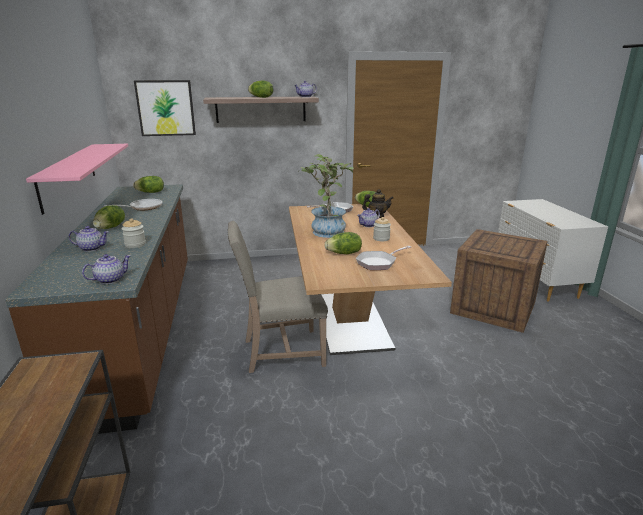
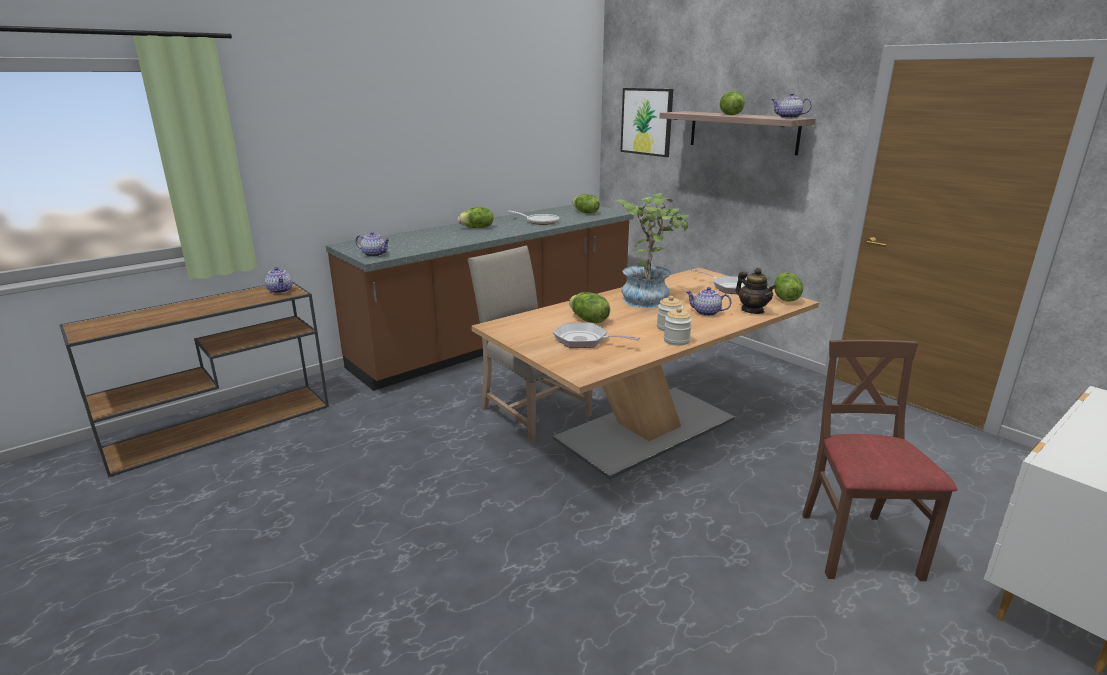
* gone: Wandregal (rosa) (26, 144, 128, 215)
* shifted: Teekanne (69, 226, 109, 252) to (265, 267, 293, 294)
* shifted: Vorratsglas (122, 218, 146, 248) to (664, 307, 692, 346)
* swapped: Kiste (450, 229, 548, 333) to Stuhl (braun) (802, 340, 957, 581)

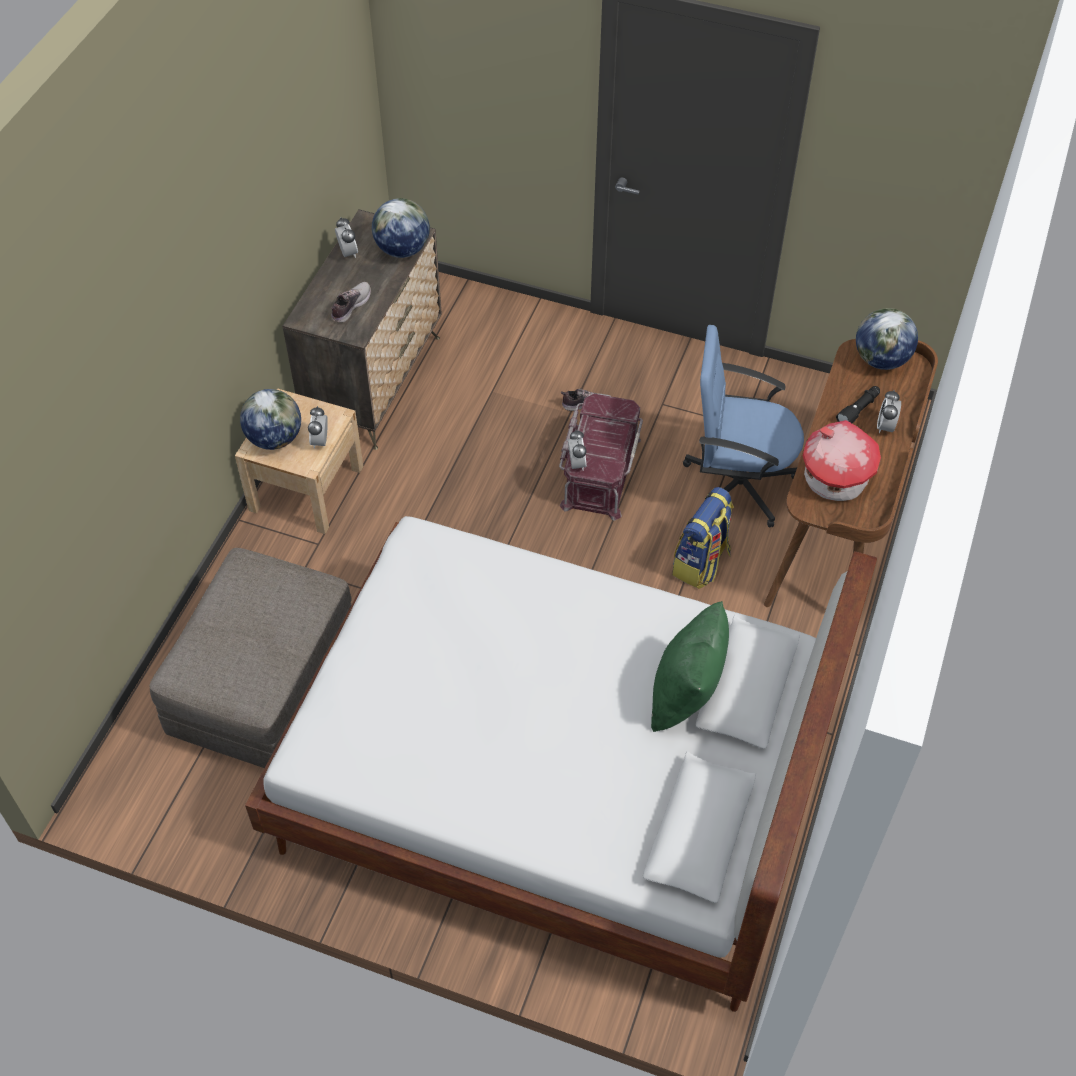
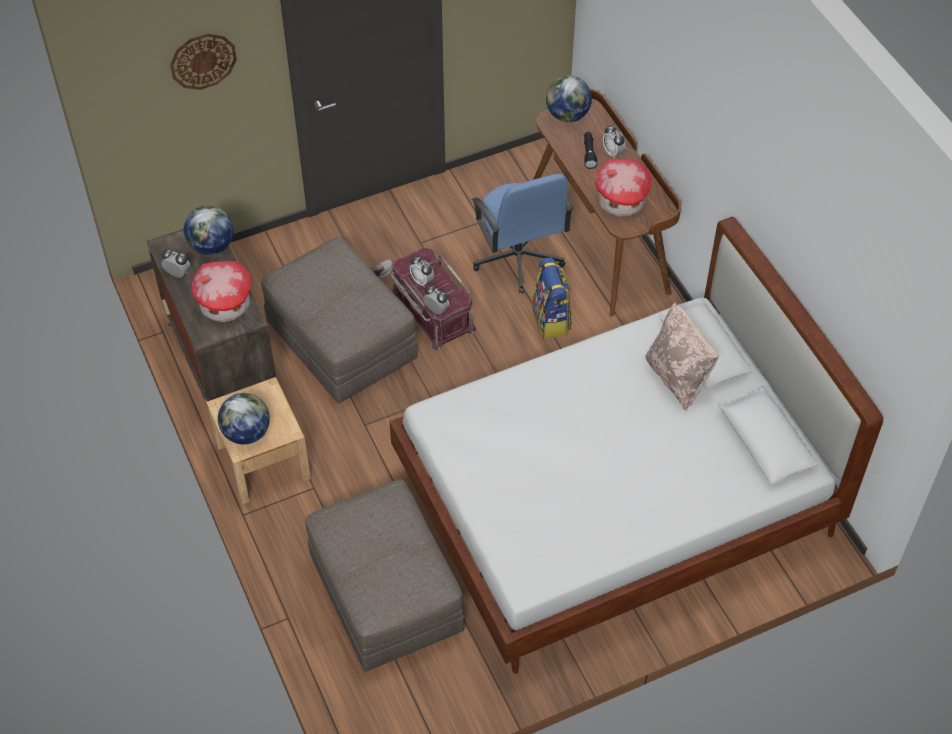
* new: Wanduhr (170, 34, 237, 90)
* new: Polsterhocker (grau) (261, 237, 418, 404)
* shifted: Wecker (308, 406, 328, 449) to (410, 256, 434, 287)
* swapped: Schuh (331, 282, 371, 323) to Spielzeughaus (191, 261, 251, 322)
* repainted: Kissen (grün) (651, 601, 729, 732) to Kissen (beige) (645, 303, 719, 411)
* rotated: Bürostuhl (blau) (683, 325, 804, 528) = (472, 173, 573, 293) 75 degrees counterclockwise

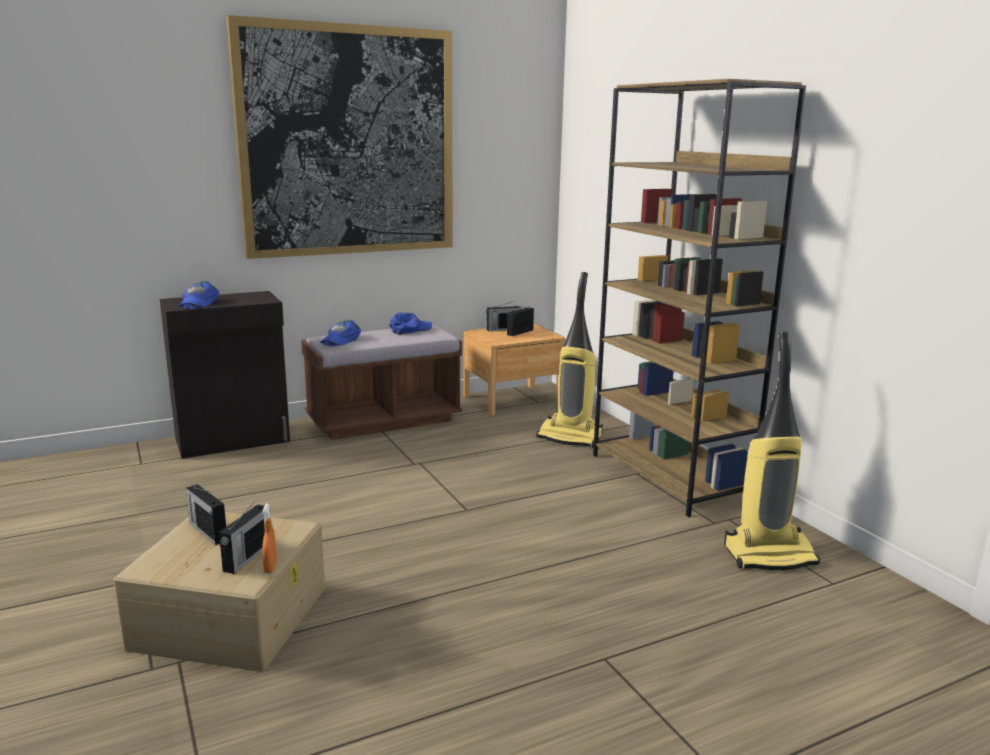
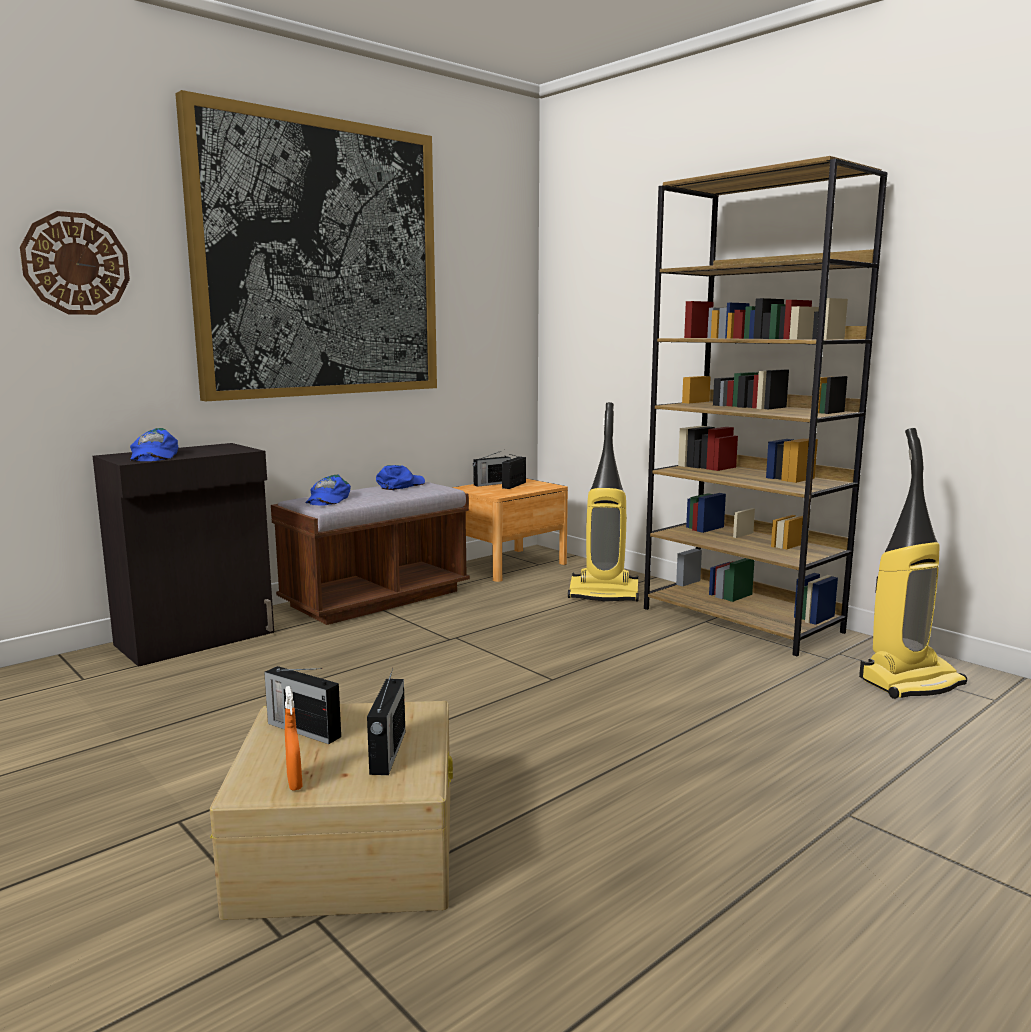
* new: Wanduhr (20, 211, 130, 315)
* shifted: Sprühflasche (orange) (262, 504, 277, 573) to (285, 686, 303, 791)

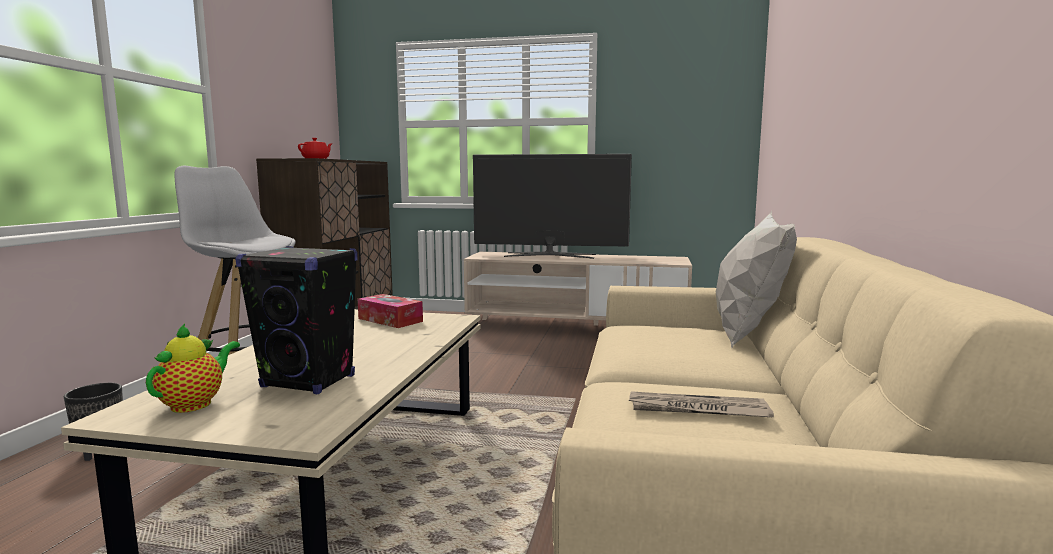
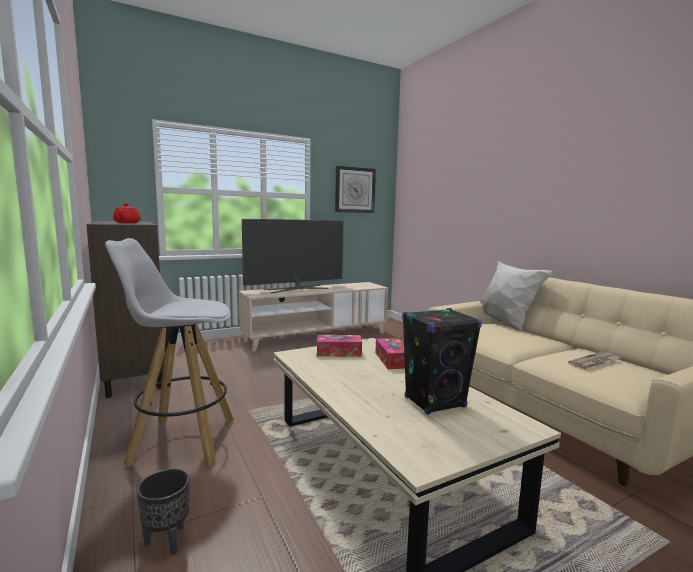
* gone: Teekanne (146, 323, 240, 413)
* new: Wanduhr (335, 166, 376, 213)
* new: Taschentuchbox (375, 338, 405, 369)

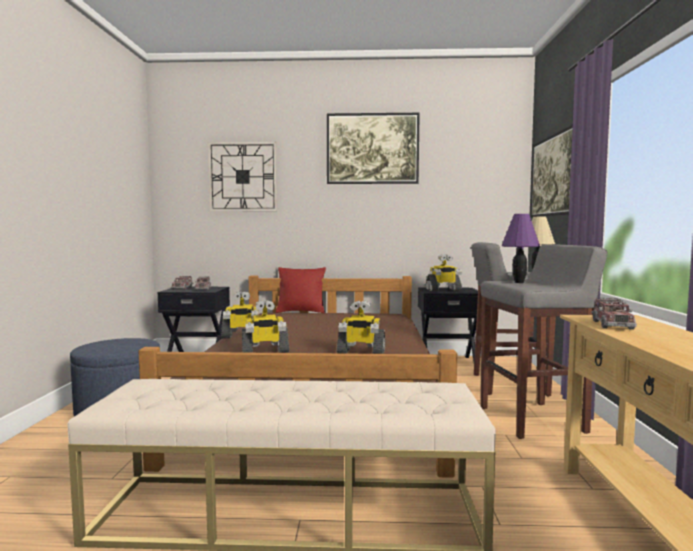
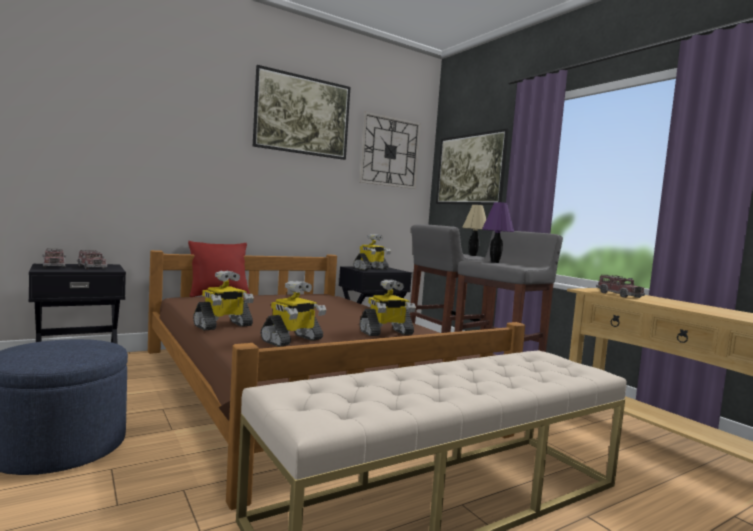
* shifted: Wanduhr (208, 142, 277, 211) to (359, 112, 421, 189)

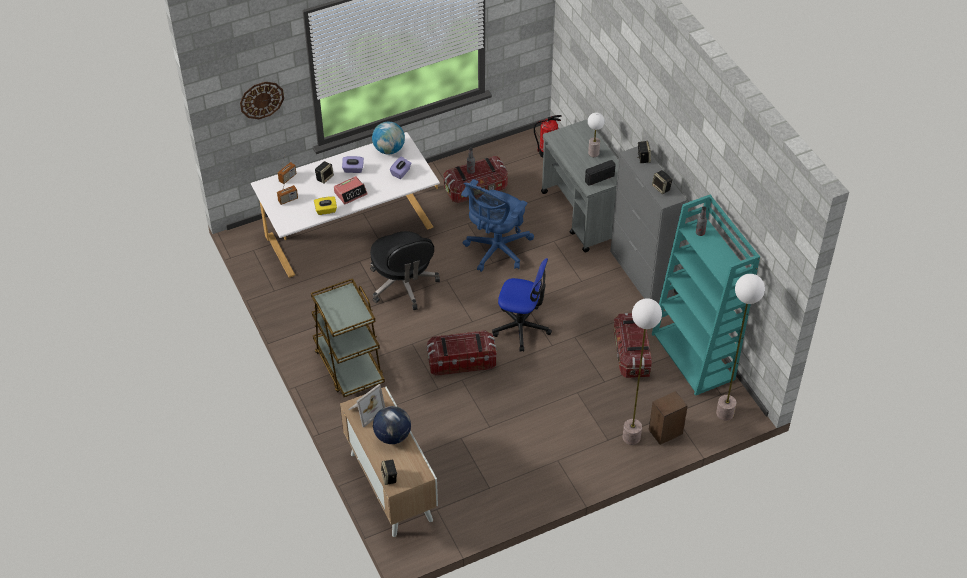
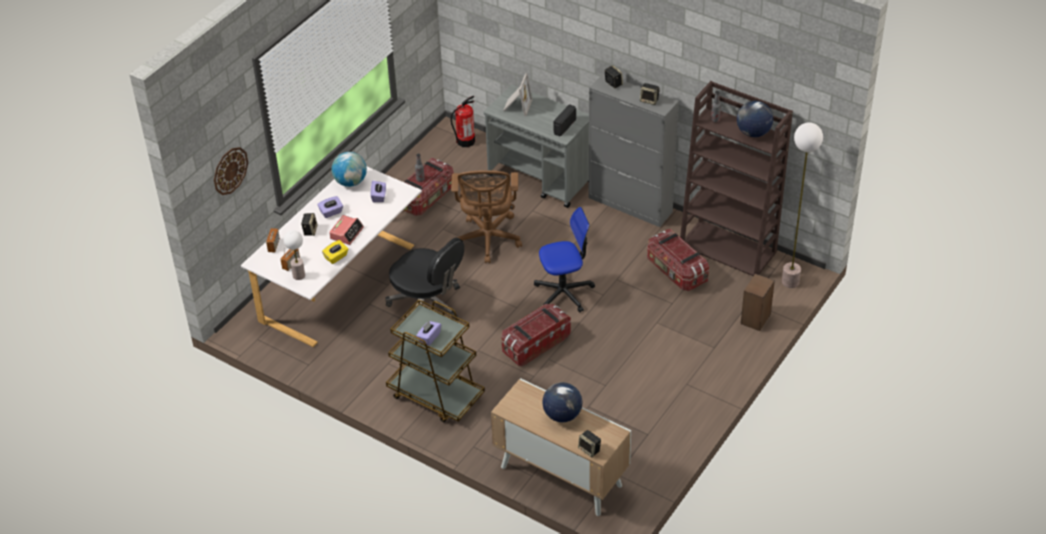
* gone: Stehlampe (623, 298, 662, 445)
* new: Taschentuchbox (lila) (416, 321, 441, 345)
* new: Globus (737, 101, 773, 137)
* shifted: Bilderrahmen (348, 384, 385, 427) to (503, 73, 532, 117)
* shifted: Tischlampe (588, 113, 605, 157) to (284, 230, 305, 280)
* repainted: Bürostuhl (blau) (461, 179, 534, 272) to Bürostuhl (braun) (451, 170, 522, 263)
* repainted: Bücherregal (türkis) (652, 194, 760, 396) to Bücherregal (braun) (680, 81, 793, 276)

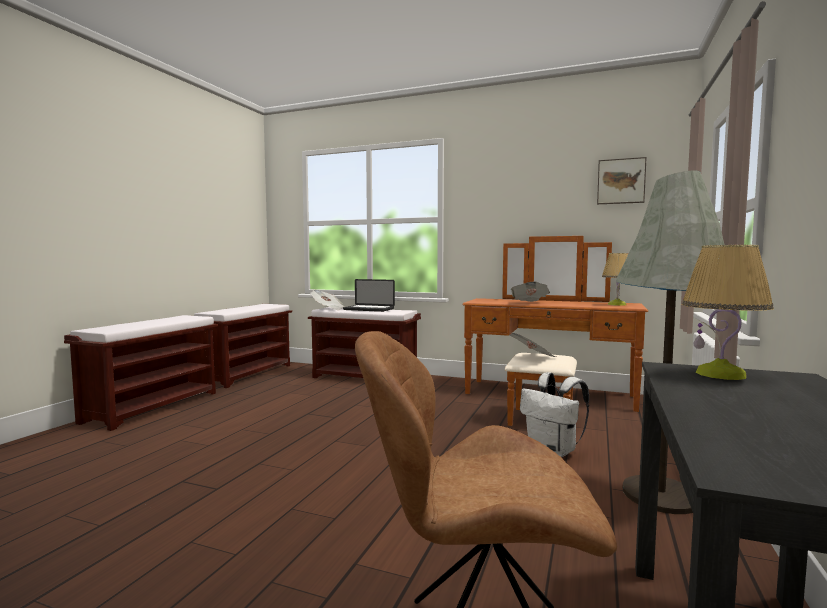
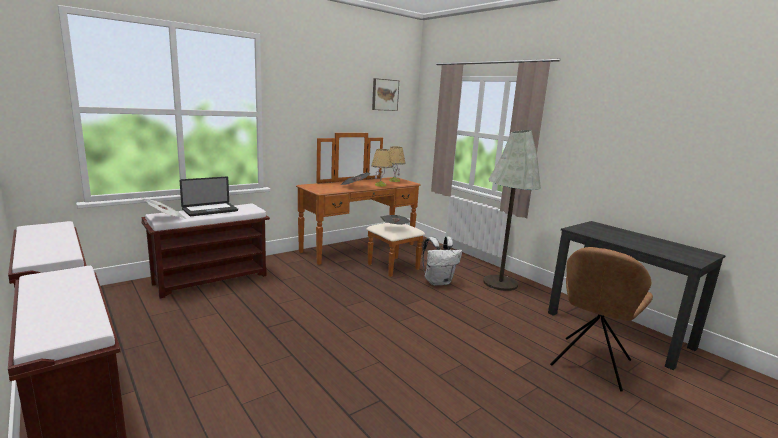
* shifted: Tischlampe (682, 245, 774, 380) to (371, 149, 392, 187)

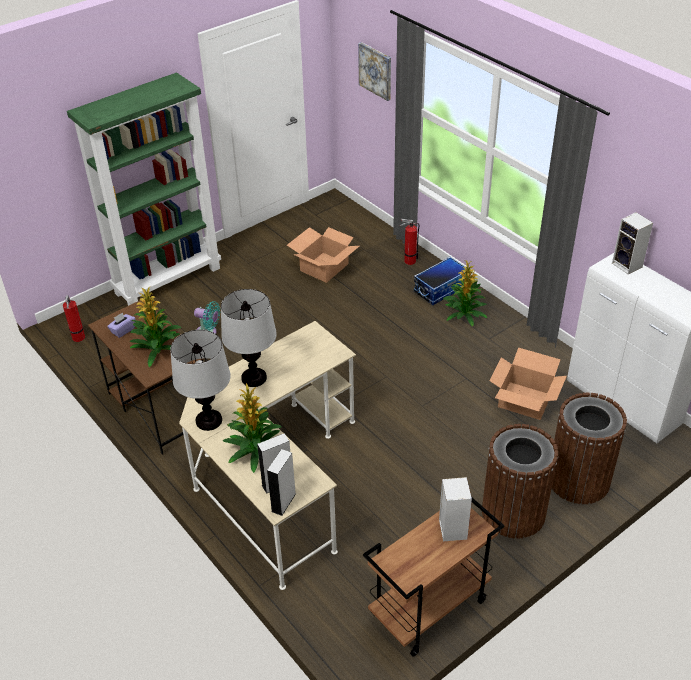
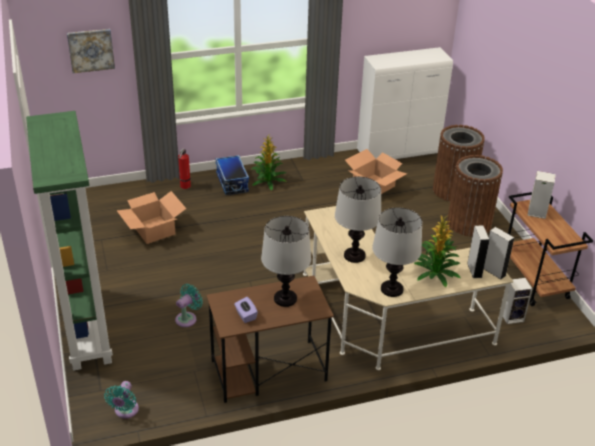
* shifted: Lautsprecher (612, 212, 653, 275) to (503, 278, 532, 324)
* swapped: Feuerlöscher (63, 295, 85, 342) to Ventilator (türkis) (104, 381, 139, 419)
* swapped: Topfpflanze (129, 286, 182, 367) to Tischlampe (261, 216, 311, 307)

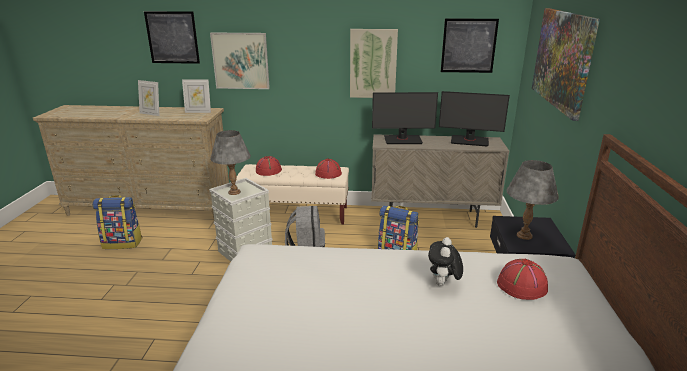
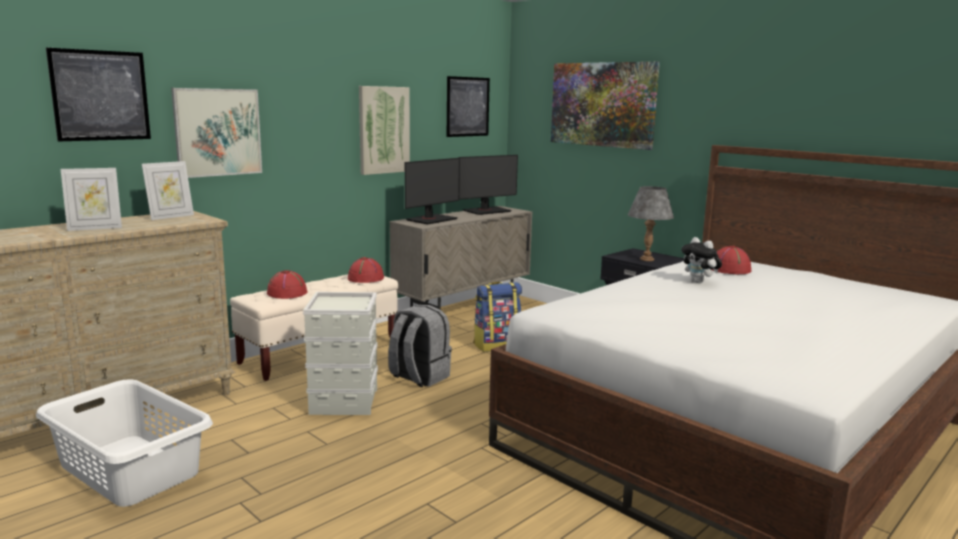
* gone: Tischlampe (grau) (210, 130, 251, 195)
* swapped: Rucksack (92, 195, 142, 249) to Wäschekorb (weiß) (36, 380, 213, 507)

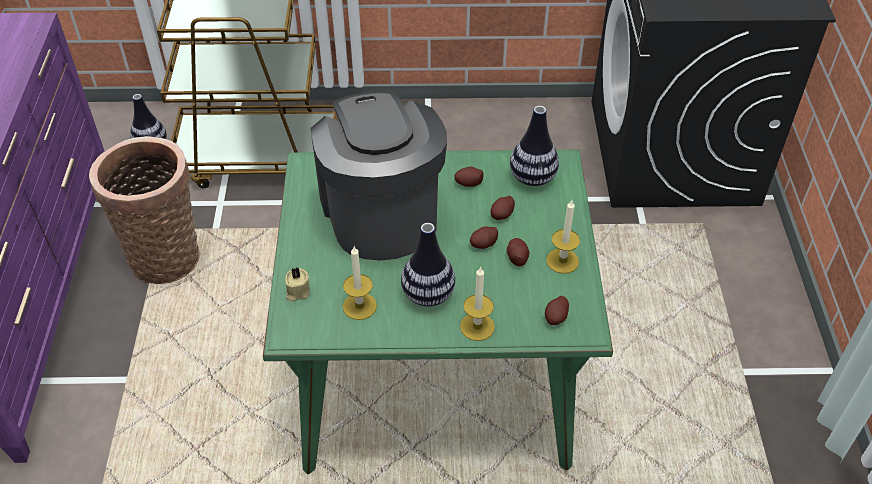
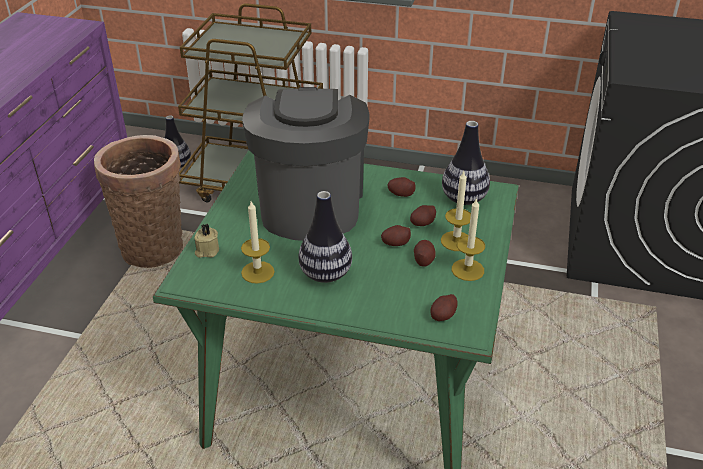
* shifted: Kerze (460, 266, 495, 341) to (441, 171, 471, 251)

